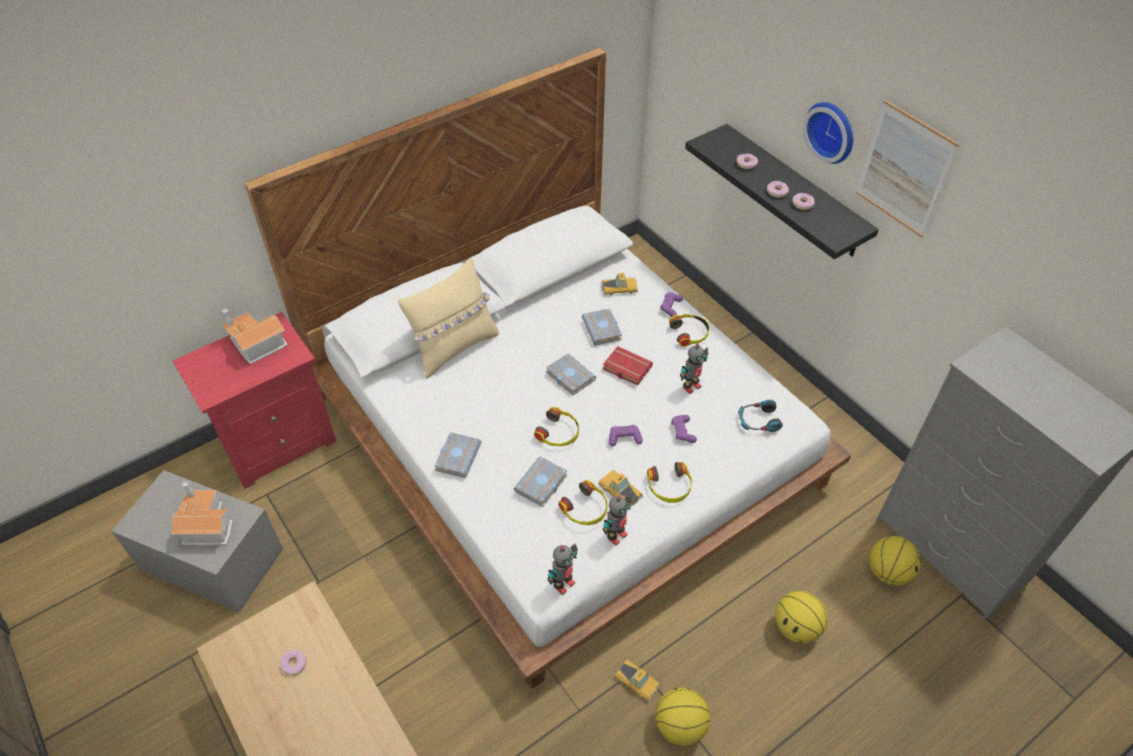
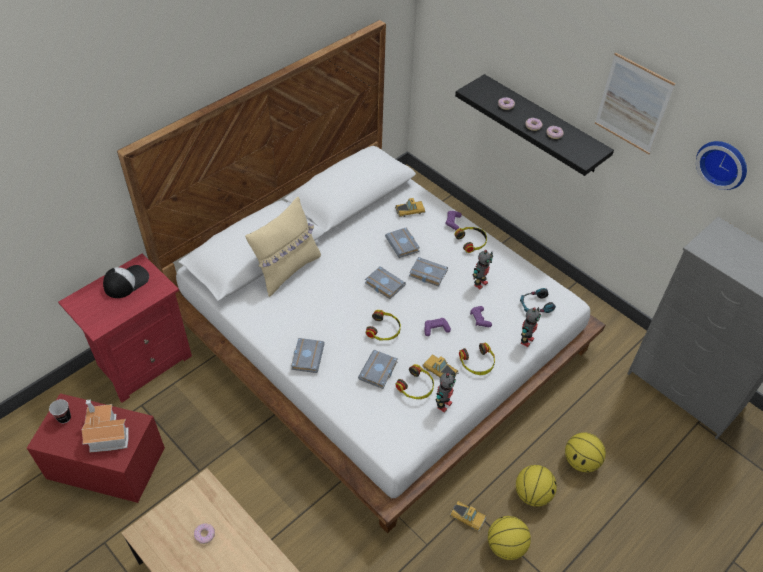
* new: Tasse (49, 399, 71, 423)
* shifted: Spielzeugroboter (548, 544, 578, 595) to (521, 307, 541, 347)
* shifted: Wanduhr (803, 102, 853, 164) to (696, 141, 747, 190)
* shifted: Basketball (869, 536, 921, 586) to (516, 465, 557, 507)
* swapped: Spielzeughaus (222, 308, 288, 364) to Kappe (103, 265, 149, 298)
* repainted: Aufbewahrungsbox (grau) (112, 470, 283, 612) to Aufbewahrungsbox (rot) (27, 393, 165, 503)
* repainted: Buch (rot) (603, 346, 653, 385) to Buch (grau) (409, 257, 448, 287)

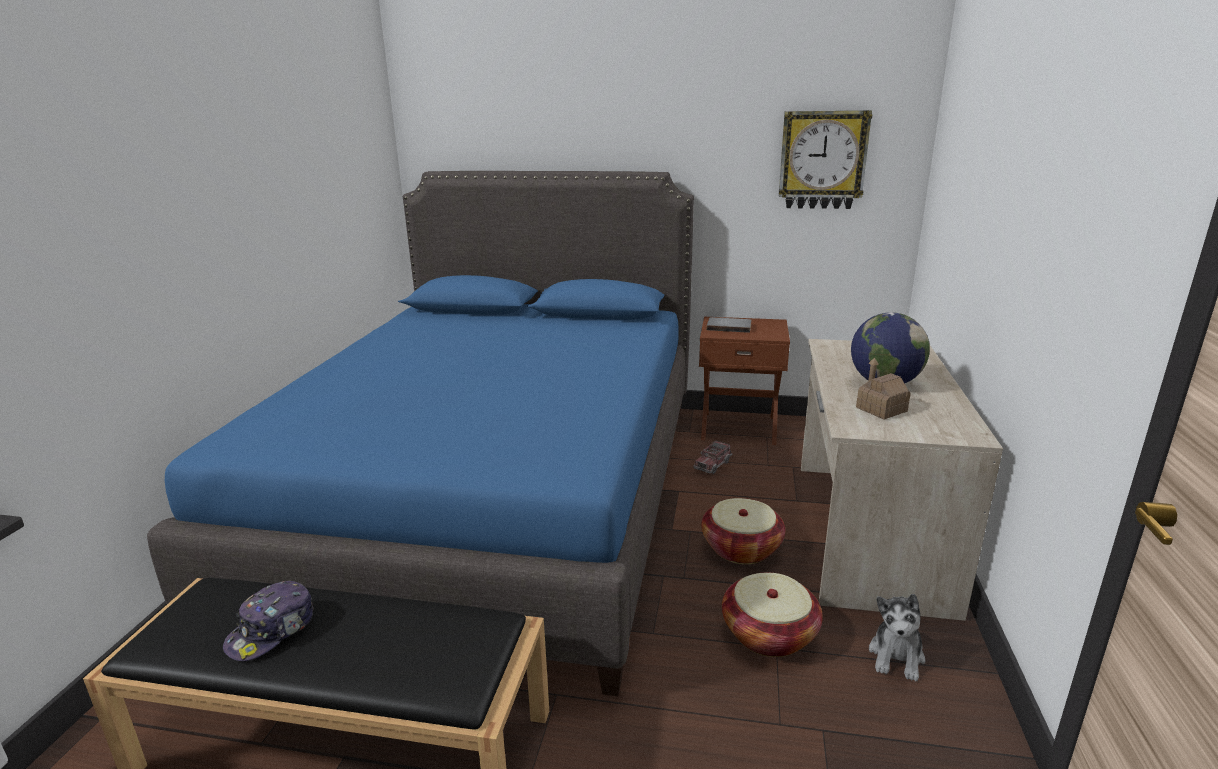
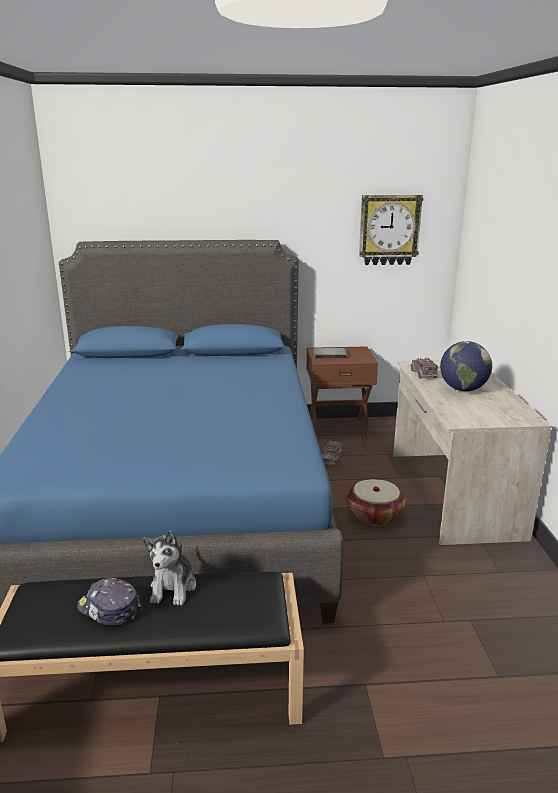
* gone: Korb (722, 573, 823, 657)
* gone: Spielzeughaus (856, 357, 911, 420)
* new: Spielzeuglaster (410, 357, 439, 379)
* shifted: Plüschtier (869, 594, 926, 681) to (143, 531, 196, 606)
* rotated: Kappe (223, 581, 314, 661) = (77, 578, 142, 626) 105 degrees clockwise

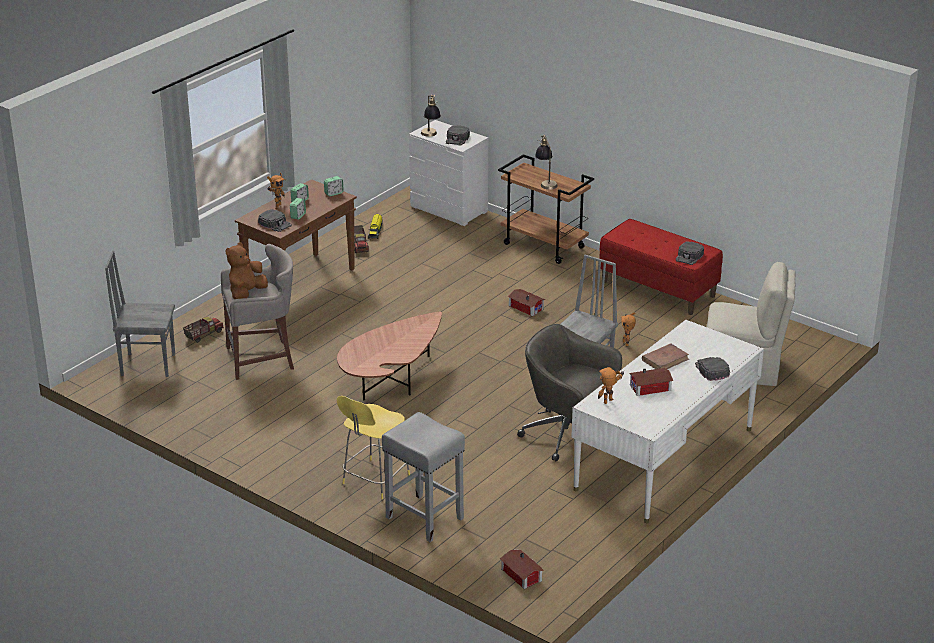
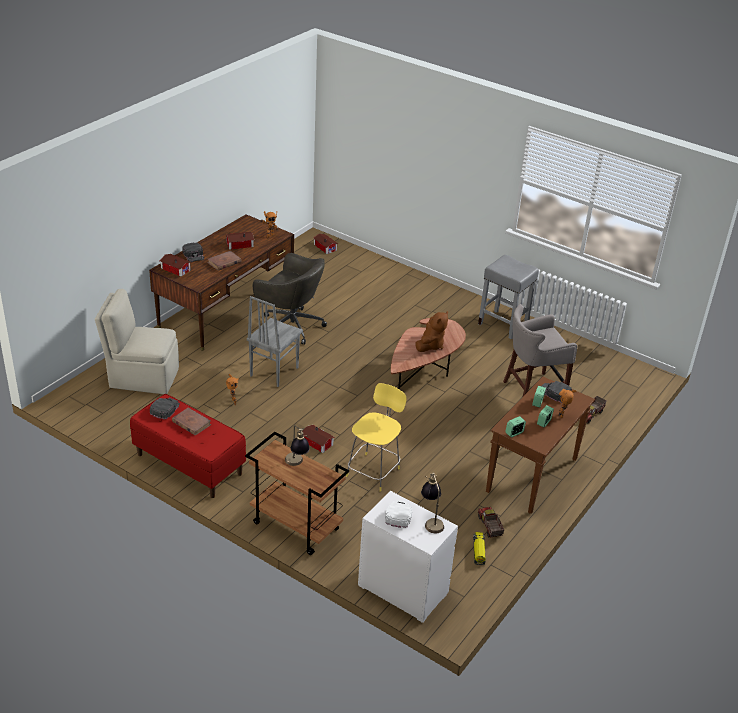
* gone: Stuhl (grau) (105, 251, 175, 377)
* new: Spielzeughaus (160, 254, 191, 277)
* new: Buch (braun) (172, 407, 211, 436)
* shifted: Plüschtier (braun) (226, 242, 268, 299) to (415, 311, 448, 352)
* shifted: Hocker (gelb) (337, 396, 410, 499) to (346, 383, 407, 492)
* shifted: Hocker (grau) (382, 412, 465, 542) to (478, 255, 539, 339)
* repainted: Kappe (schwarz) (446, 125, 470, 146) to Kappe (weiß) (385, 500, 412, 528)
* repainted: Schreibtisch (weiß) (571, 320, 764, 523) to Schreibtisch (braun) (149, 215, 294, 351)

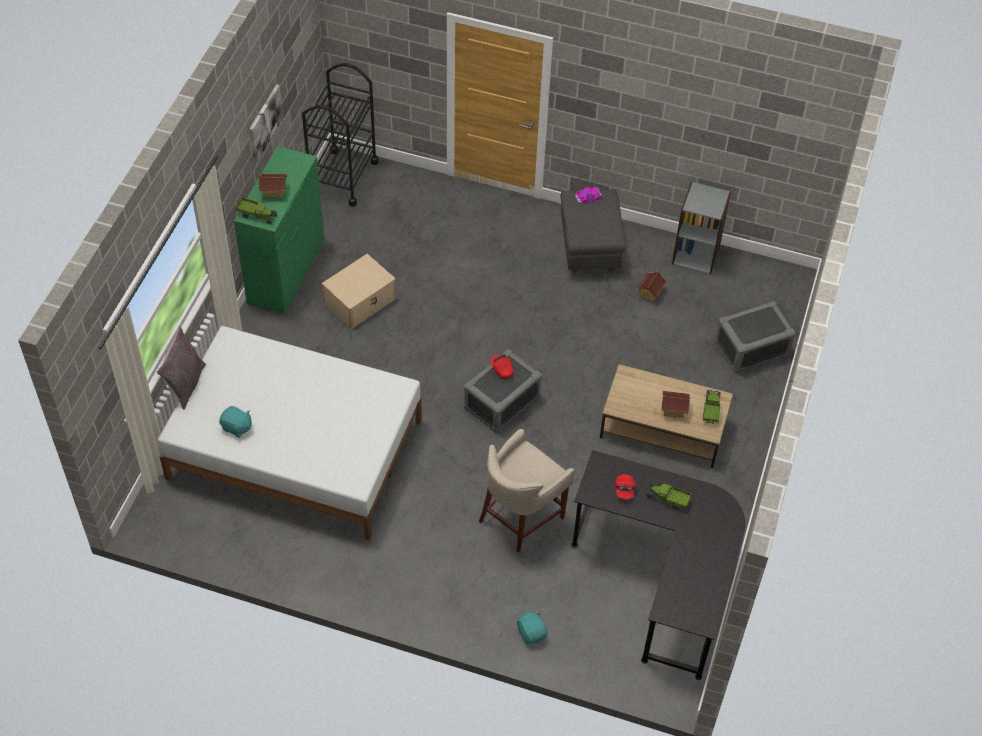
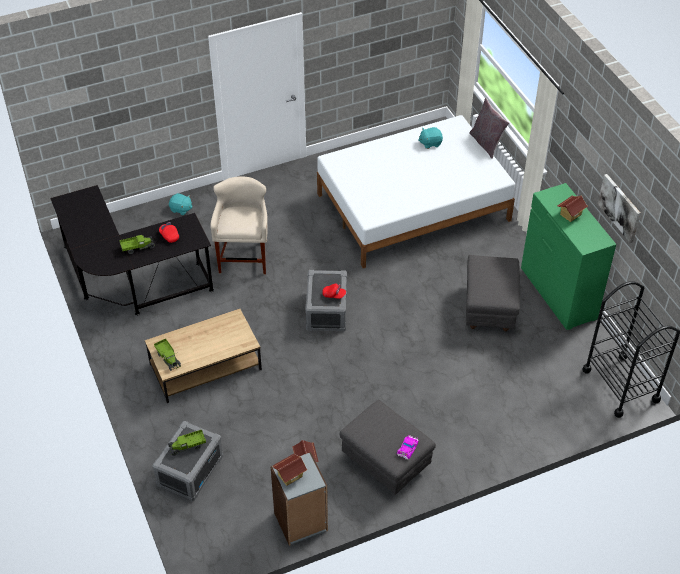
* shifted: Spielzeuglaster (236, 197, 277, 224) to (168, 430, 206, 456)
* shifted: Spielzeughaus (661, 391, 690, 418) to (273, 453, 307, 486)
* swapped: Aufbewahrungsbox (beige) (321, 254, 397, 329) to Polsterhocker (grau) (466, 255, 520, 331)

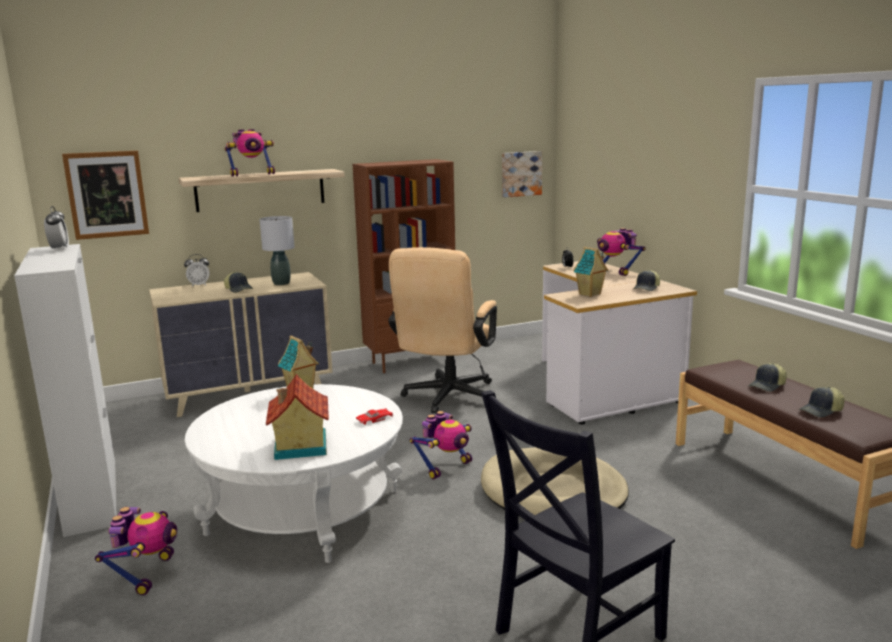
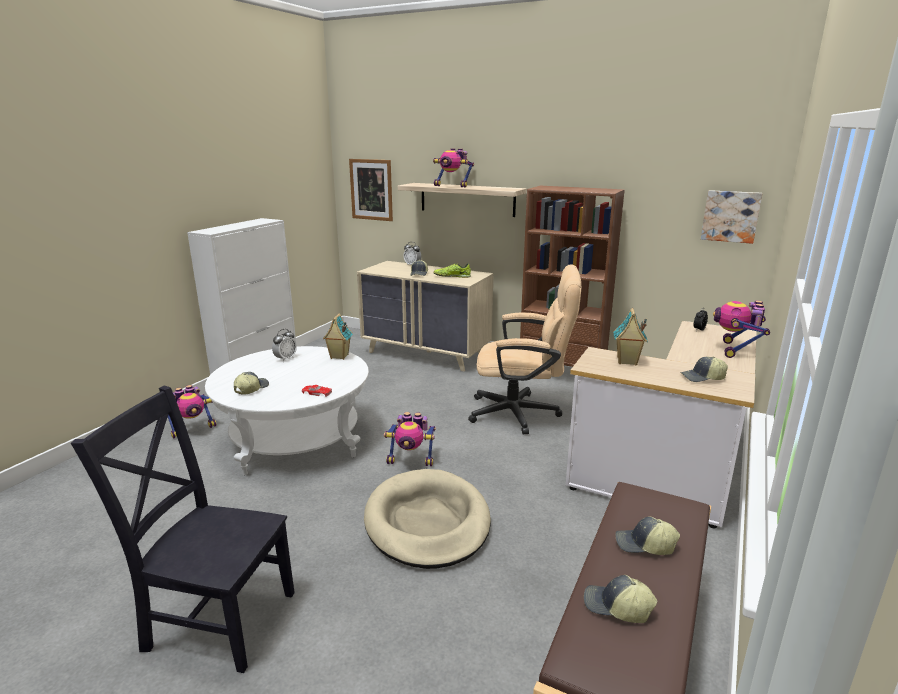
* shifted: Wecker (44, 206, 69, 250) to (272, 329, 297, 362)
* swapped: Tischlampe (grau) (259, 216, 295, 285) to Schuh (433, 263, 471, 278)
* swapped: Spielzeughaus (266, 374, 329, 460) to Kappe (234, 372, 269, 395)
* rotated: Bürostuhl (beige) (388, 247, 497, 414) = (468, 264, 581, 435) 150 degrees counterclockwise

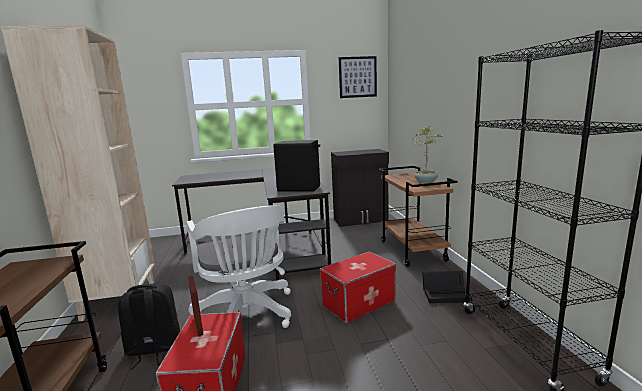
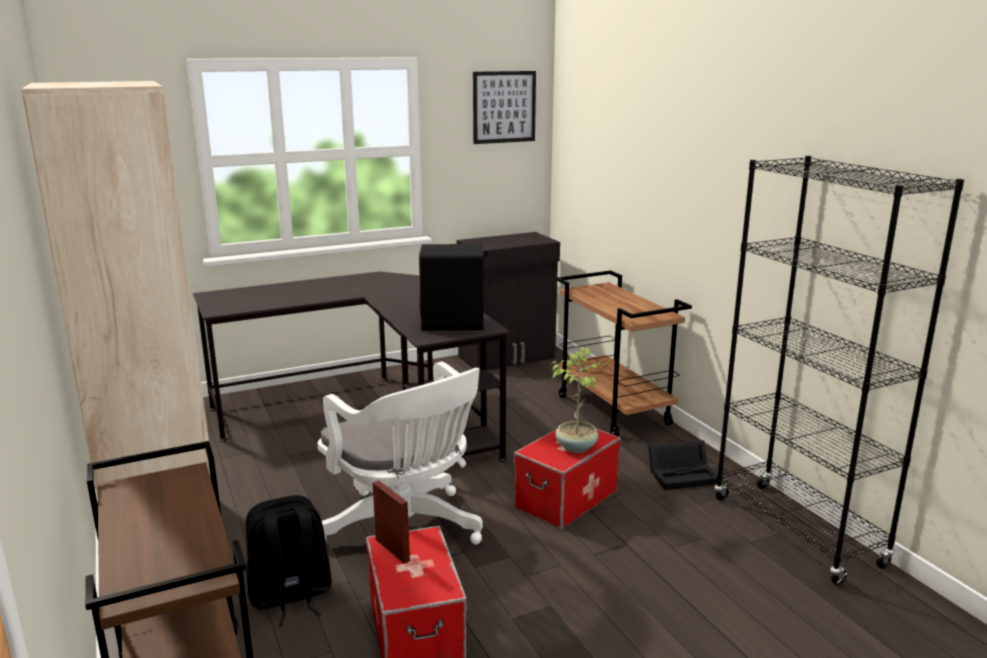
* shifted: Topfpflanze (412, 126, 442, 184) to (551, 347, 607, 453)

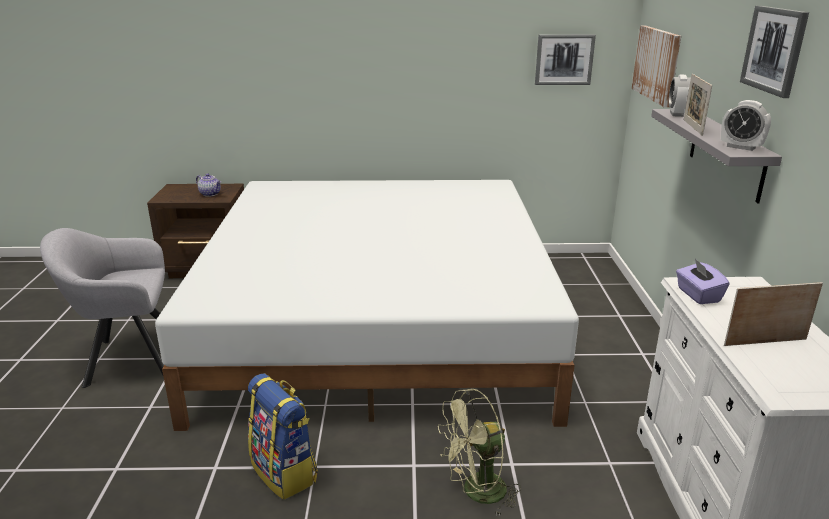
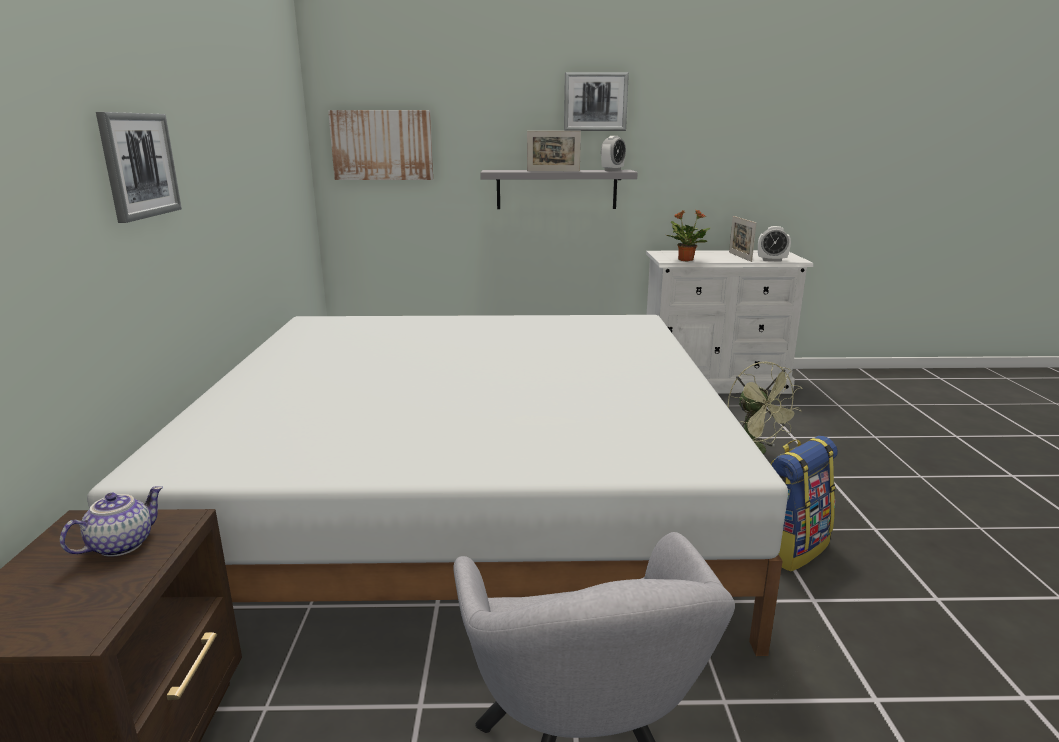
* shifted: Bild (535, 34, 596, 85) to (96, 112, 182, 223)
* shifted: Wecker (669, 74, 691, 117) to (758, 226, 791, 262)
* swapped: Taschentuchbox (lila) (676, 259, 729, 304) to Topfpflanze (666, 210, 710, 262)

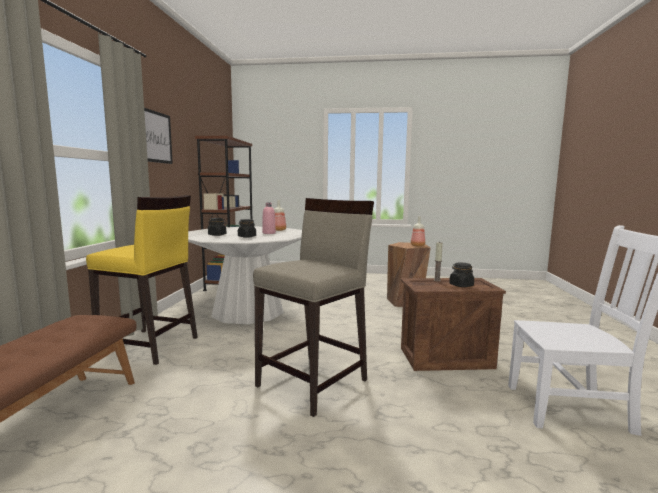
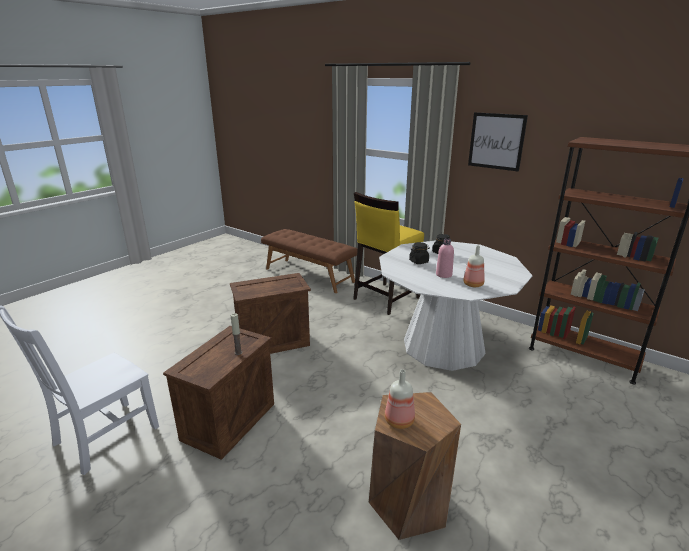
* gone: Vorratsglas (schwarz) (449, 263, 474, 287)
* swapped: Hocker (beige) (253, 198, 374, 417) to Kiste (230, 273, 311, 354)

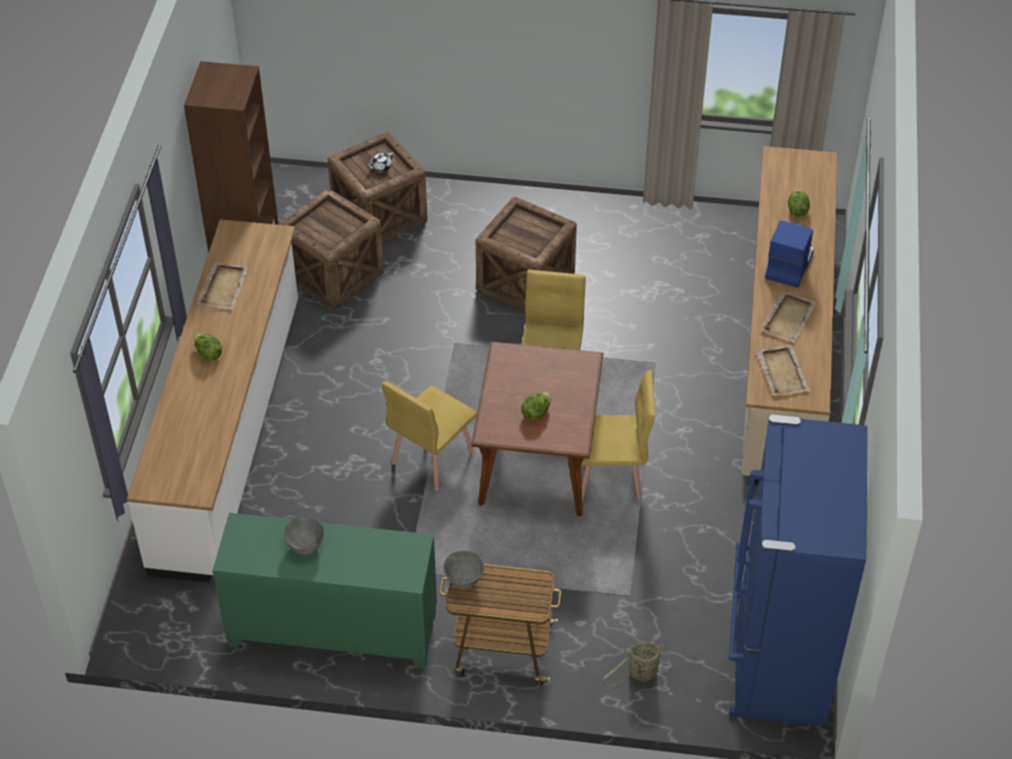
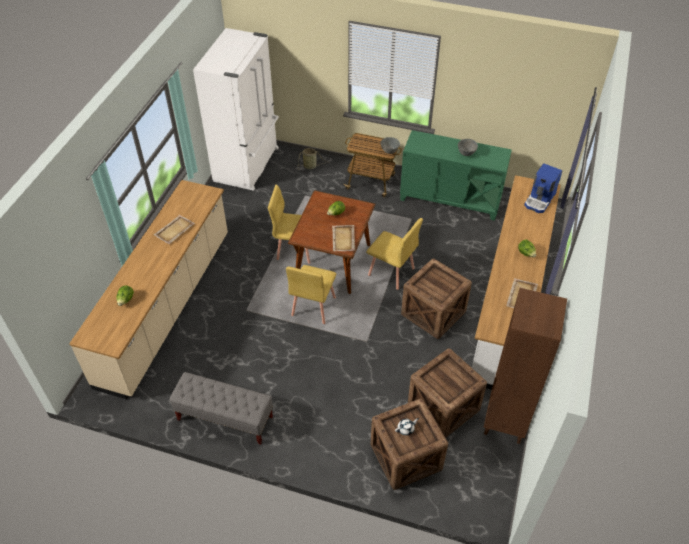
* new: Bank (grau) (170, 372, 273, 445)
* shifted: Kiste (476, 197, 577, 312) to (401, 258, 472, 339)
* shifted: Tablett (beige) (756, 345, 810, 395) to (332, 225, 355, 251)
* shifted: Kaffeemaschine (765, 221, 814, 288) to (524, 163, 563, 213)
* repainted: Kühlschrank (blau) (728, 415, 868, 727) to Kühlschrank (weiß) (193, 28, 279, 191)
* rotated: Stuhl (gelb) (382, 381, 477, 491) = (366, 218, 423, 290) 75 degrees clockwise

